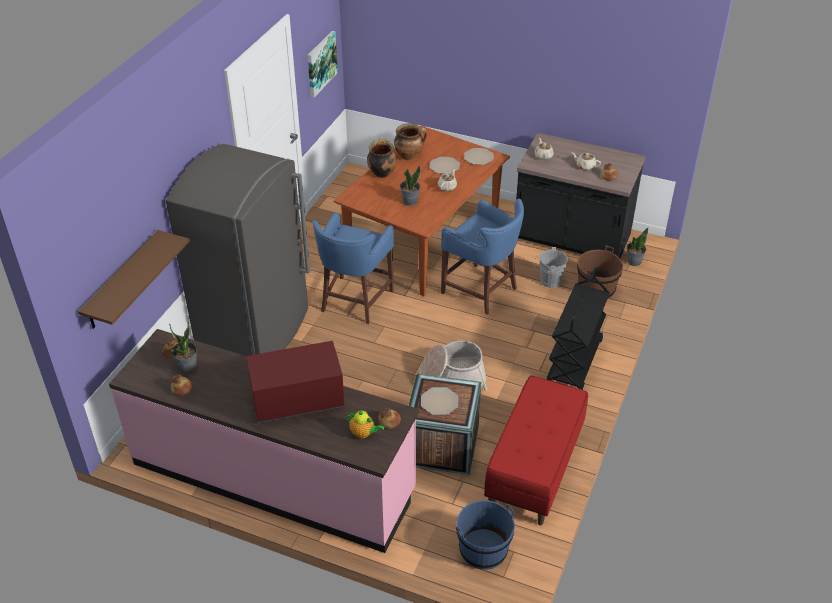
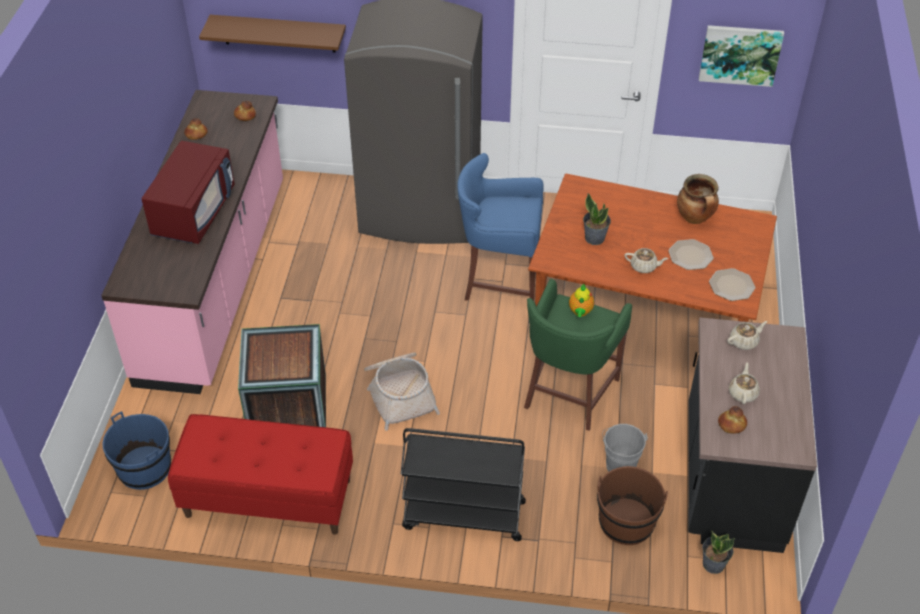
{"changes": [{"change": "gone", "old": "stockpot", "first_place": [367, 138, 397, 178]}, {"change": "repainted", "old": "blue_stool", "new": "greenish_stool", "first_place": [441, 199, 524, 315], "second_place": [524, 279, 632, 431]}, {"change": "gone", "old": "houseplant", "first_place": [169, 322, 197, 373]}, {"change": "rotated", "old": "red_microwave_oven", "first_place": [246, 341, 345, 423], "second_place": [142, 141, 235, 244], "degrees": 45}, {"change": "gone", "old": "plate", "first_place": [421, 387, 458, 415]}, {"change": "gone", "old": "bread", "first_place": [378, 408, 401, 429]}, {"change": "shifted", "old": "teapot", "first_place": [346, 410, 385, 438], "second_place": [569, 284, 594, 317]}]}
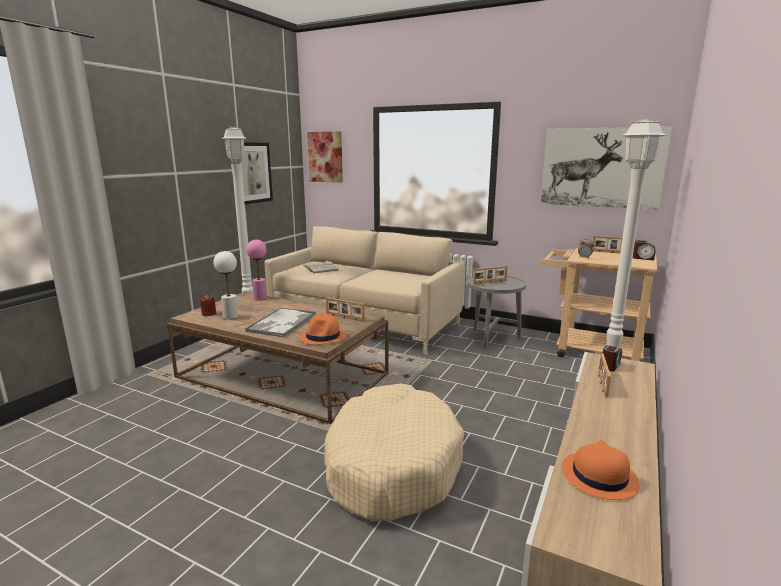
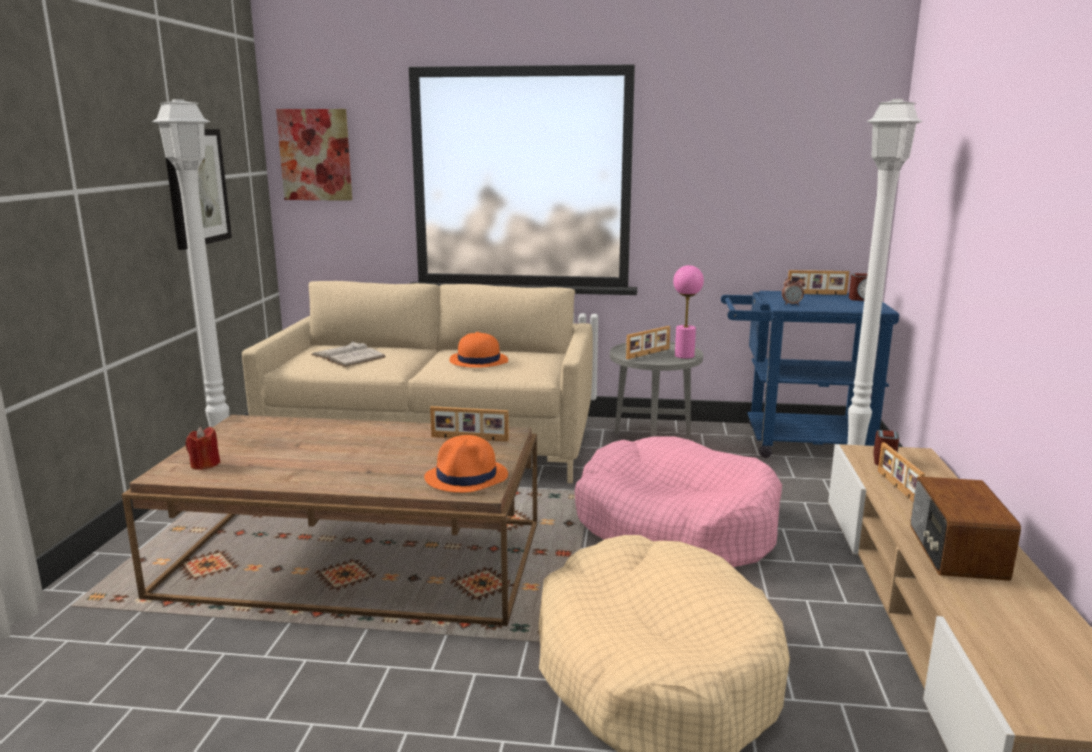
{"changes": [{"change": "gone", "old": "wall_picture", "first_place": [540, 127, 672, 210]}, {"change": "shifted", "old": "pink-coloured_lamp_for_a_table", "first_place": [246, 239, 267, 300], "second_place": [673, 265, 704, 359]}, {"change": "repainted", "old": "sand-coloured_wheeled_cart", "new": "blue_wheeled_cart", "first_place": [539, 248, 659, 361], "second_place": [721, 291, 899, 458]}, {"change": "gone", "old": "white-coloured_lamp_for_a_table", "first_place": [213, 251, 238, 319]}, {"change": "gone", "old": "serving_tray", "first_place": [245, 308, 316, 337]}, {"change": "shifted", "old": "orangey_clothing_hat", "first_place": [562, 440, 640, 500], "second_place": [449, 332, 508, 368]}, {"change": "new", "new": "pink-coloured_dog_cushion", "second_place": [574, 436, 782, 567]}, {"change": "new", "new": "radio", "second_place": [910, 476, 1021, 581]}]}
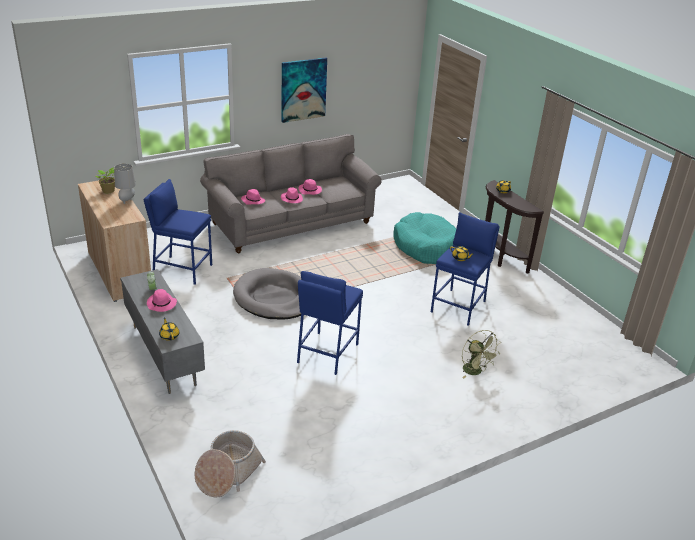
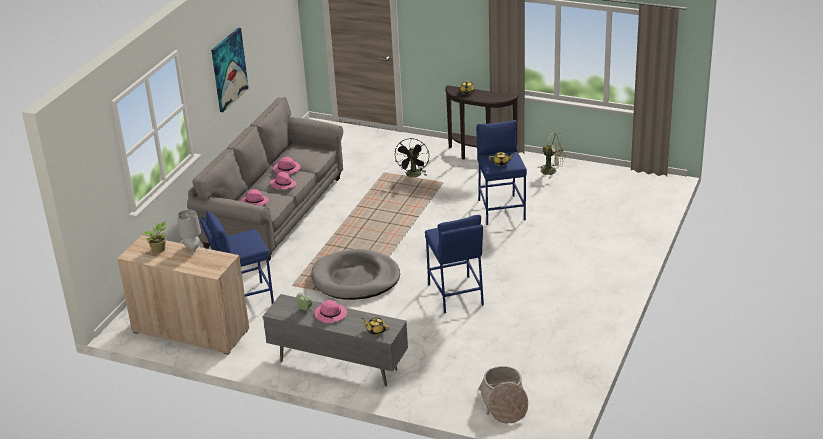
{"changes": [{"change": "swapped", "old": "turquoise-coloured_dog_cushion", "new": "black-coloured_electric_fan", "first_place": [393, 212, 456, 264], "second_place": [395, 138, 429, 177]}, {"change": "shifted", "old": "greenish_electric_fan", "first_place": [462, 330, 501, 378], "second_place": [538, 133, 566, 178]}]}
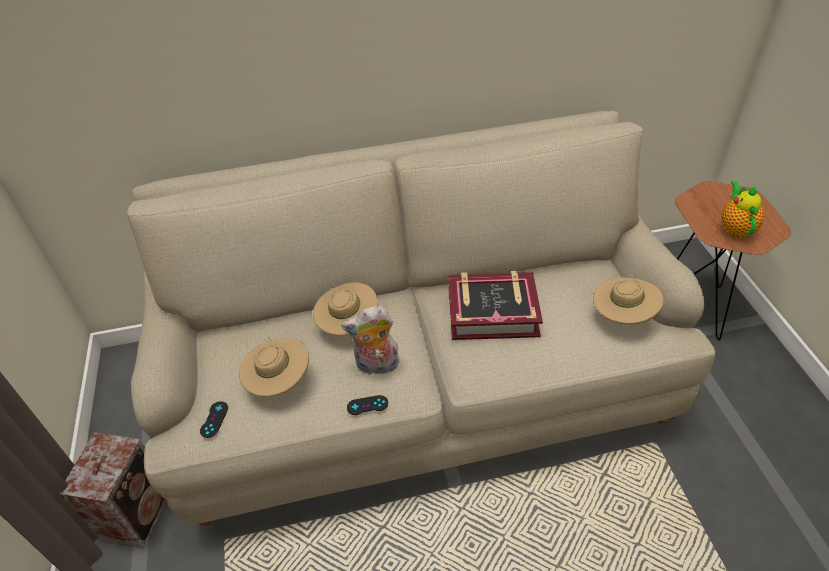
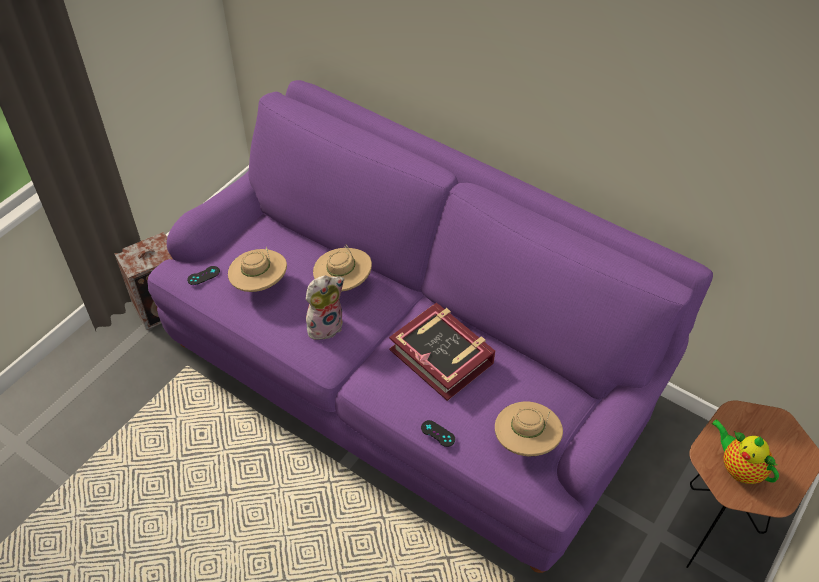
{"changes": [{"change": "repainted", "old": "sand-coloured_couch", "new": "purple_couch", "first_place": [127, 111, 715, 526], "second_place": [147, 80, 713, 573]}, {"change": "rotated", "old": "teapot", "first_place": [721, 181, 765, 238], "second_place": [711, 419, 779, 484], "degrees": -90}, {"change": "rotated", "old": "cuddly_toy", "first_place": [342, 306, 400, 377], "second_place": [306, 275, 344, 340], "degrees": 105}, {"change": "shifted", "old": "black-coloured_gamepad", "first_place": [347, 395, 388, 415], "second_place": [421, 420, 455, 447]}]}
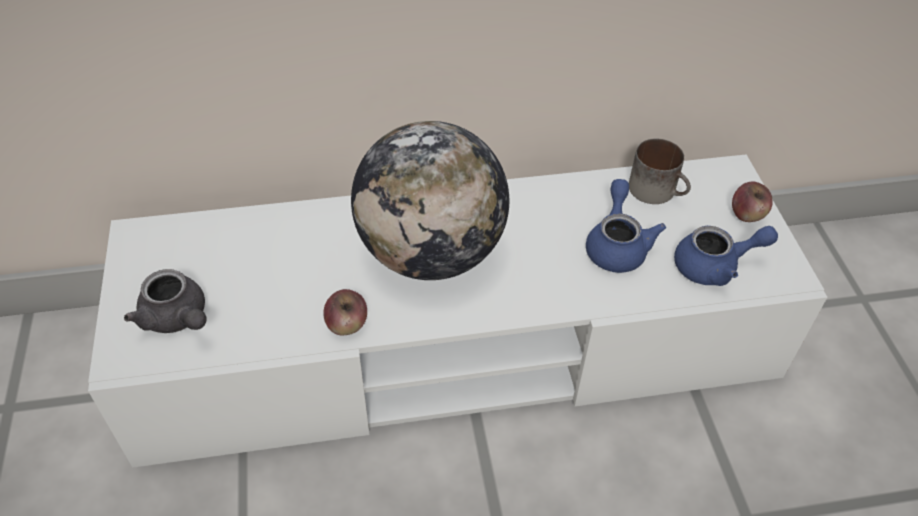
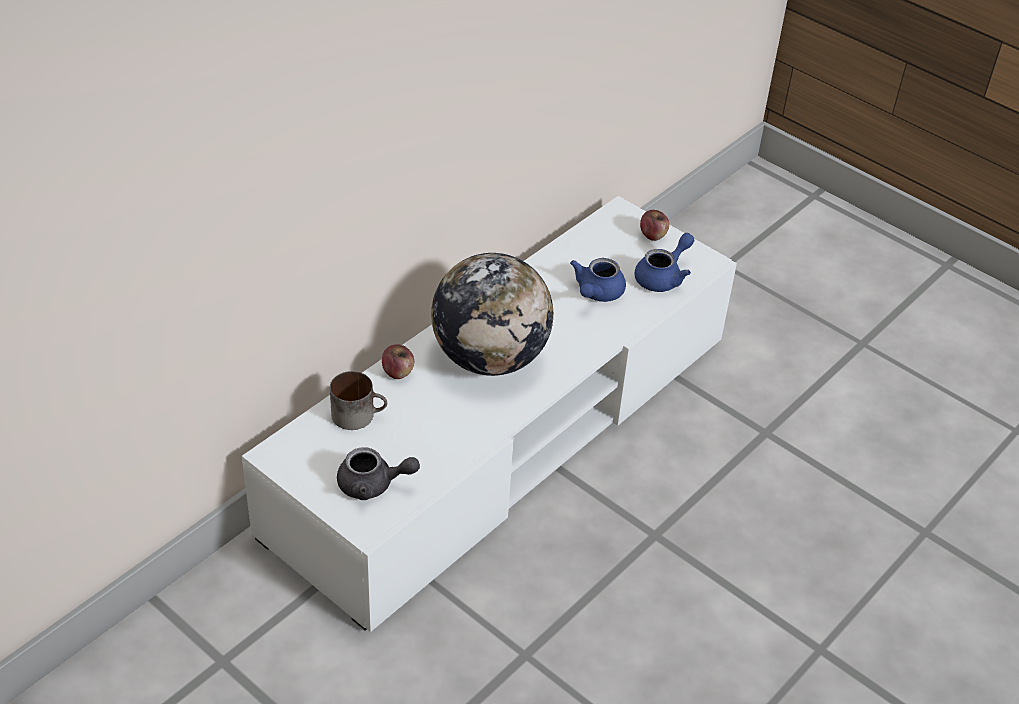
{"changes": [{"change": "shifted", "old": "mug", "first_place": [629, 139, 691, 204], "second_place": [330, 371, 387, 430]}, {"change": "rotated", "old": "blue_teapot", "first_place": [586, 179, 666, 273], "second_place": [570, 258, 626, 302], "degrees": -120}, {"change": "shifted", "old": "whole_apple", "first_place": [323, 289, 367, 336], "second_place": [382, 344, 414, 379]}]}
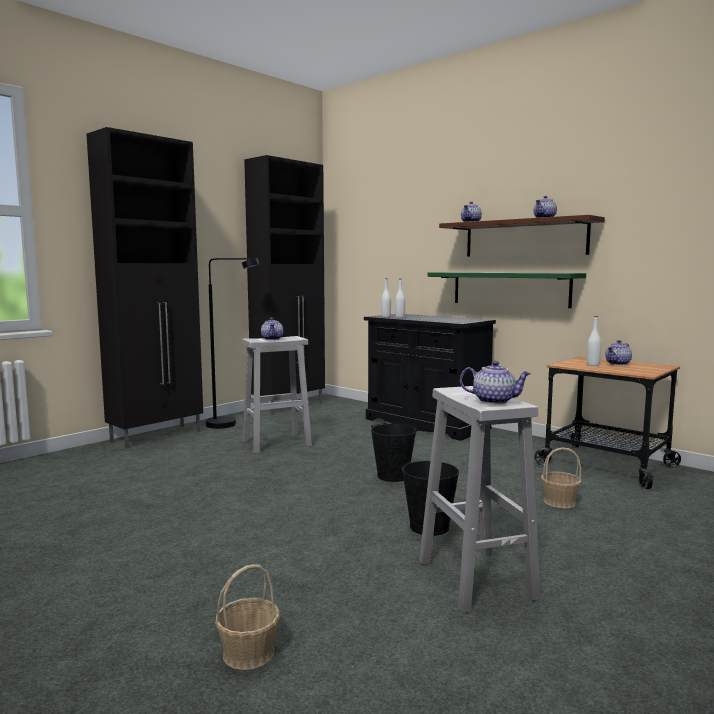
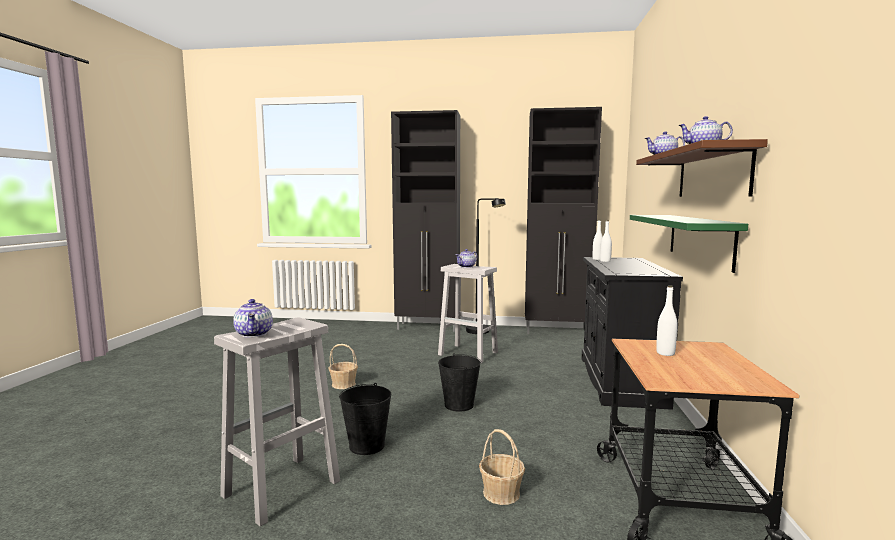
{"changes": [{"change": "gone", "old": "teapot", "first_place": [605, 340, 632, 365]}, {"change": "shifted", "old": "storage_basket", "first_place": [215, 564, 280, 670], "second_place": [328, 344, 358, 389]}]}
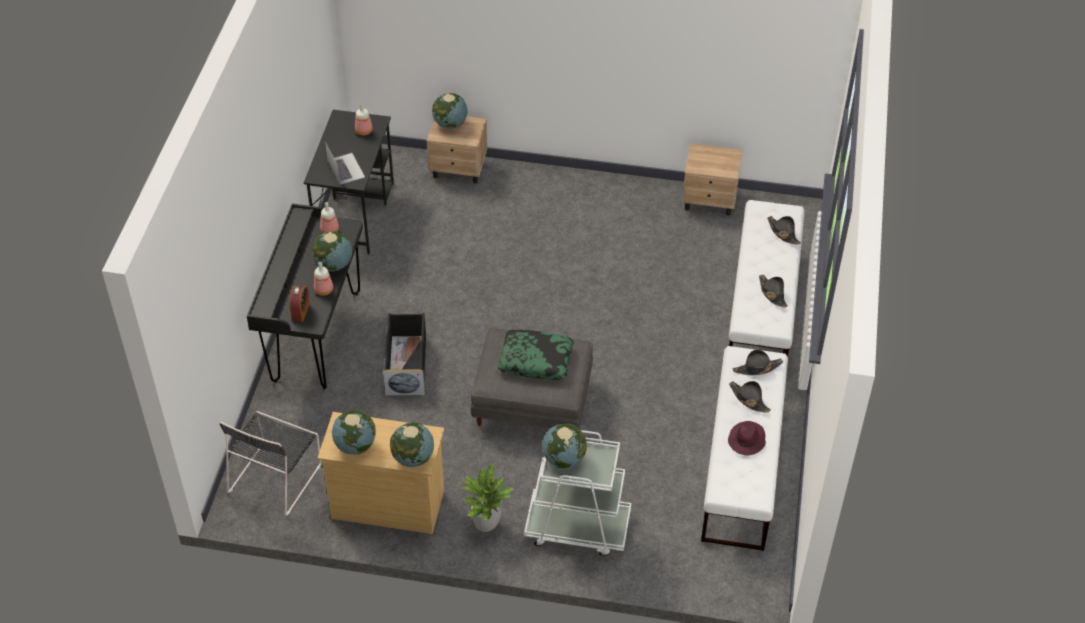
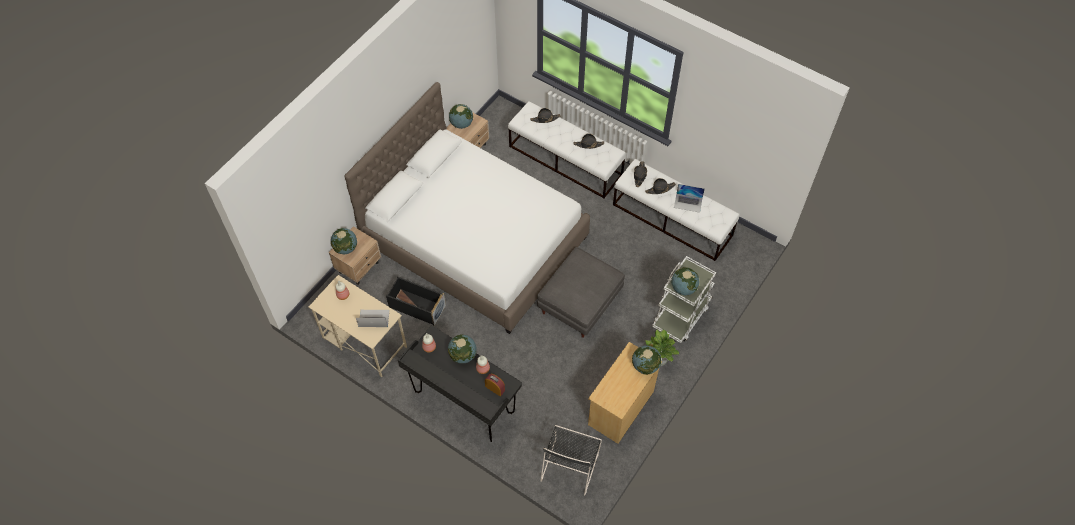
{"changes": [{"change": "repainted", "old": "black-coloured_desk_table", "new": "sand-coloured_desk_table", "first_place": [304, 110, 394, 254], "second_place": [309, 275, 407, 377]}, {"change": "shifted", "old": "black-coloured_storage_container", "first_place": [383, 313, 426, 396], "second_place": [386, 276, 446, 326]}, {"change": "gone", "old": "throw_pillow", "first_place": [498, 330, 574, 380]}, {"change": "shifted", "old": "world_globe", "first_place": [332, 410, 376, 455], "second_place": [449, 104, 473, 129]}, {"change": "rotated", "old": "black-coloured_chair", "first_place": [219, 411, 321, 516], "second_place": [540, 425, 602, 496], "degrees": 60}, {"change": "swapped", "old": "purple_clothing_hat", "new": "portable_computer", "first_place": [728, 421, 766, 455], "second_place": [674, 184, 705, 213]}, {"change": "new", "new": "white-coloured_sleeping_bed", "second_place": [344, 82, 590, 334]}]}
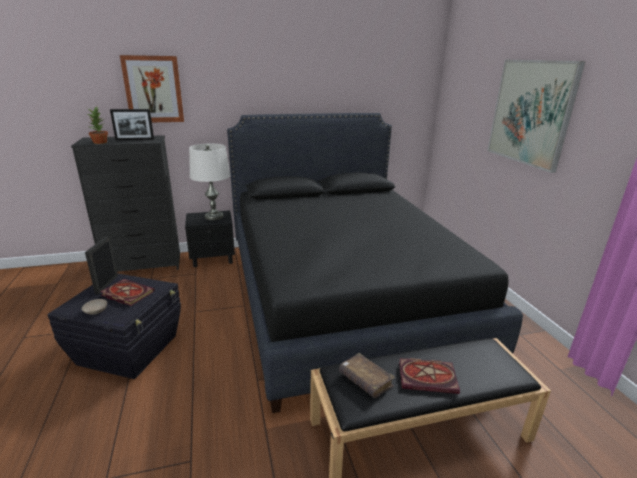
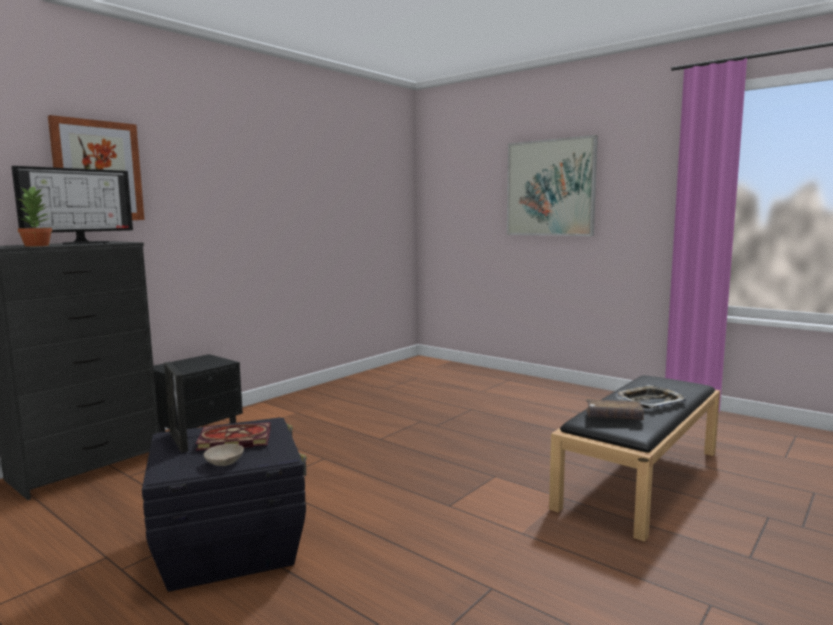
{"changes": [{"change": "swapped", "old": "photo_frame", "new": "computer_screen", "first_place": [110, 109, 154, 140], "second_place": [12, 166, 133, 244]}, {"change": "gone", "old": "black-coloured_sleeping_bed", "first_place": [227, 113, 523, 413]}, {"change": "gone", "old": "white-coloured_lamp_for_a_table", "first_place": [189, 144, 230, 220]}, {"change": "swapped", "old": "bound_book", "new": "serving_tray", "first_place": [399, 358, 460, 394], "second_place": [615, 385, 686, 408]}]}
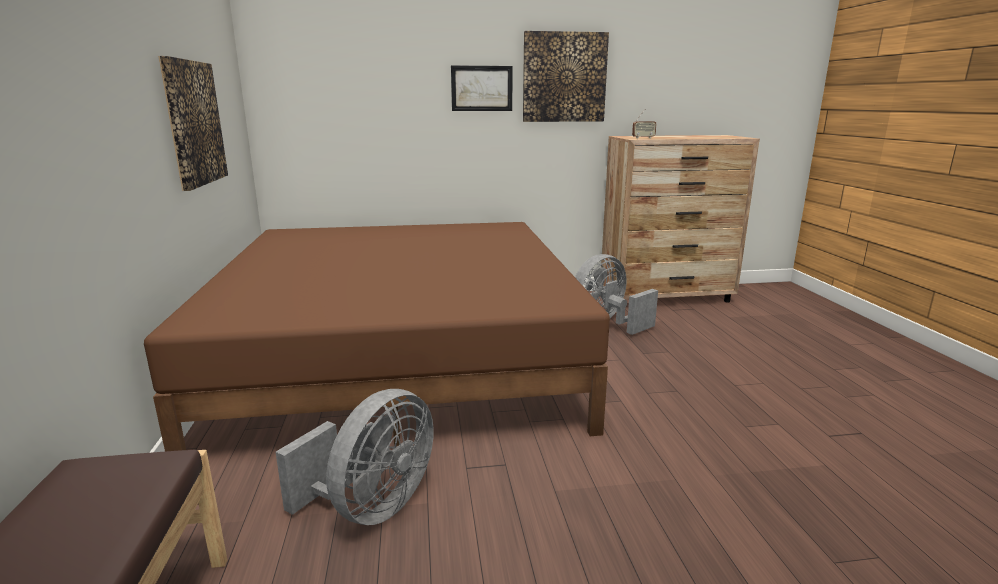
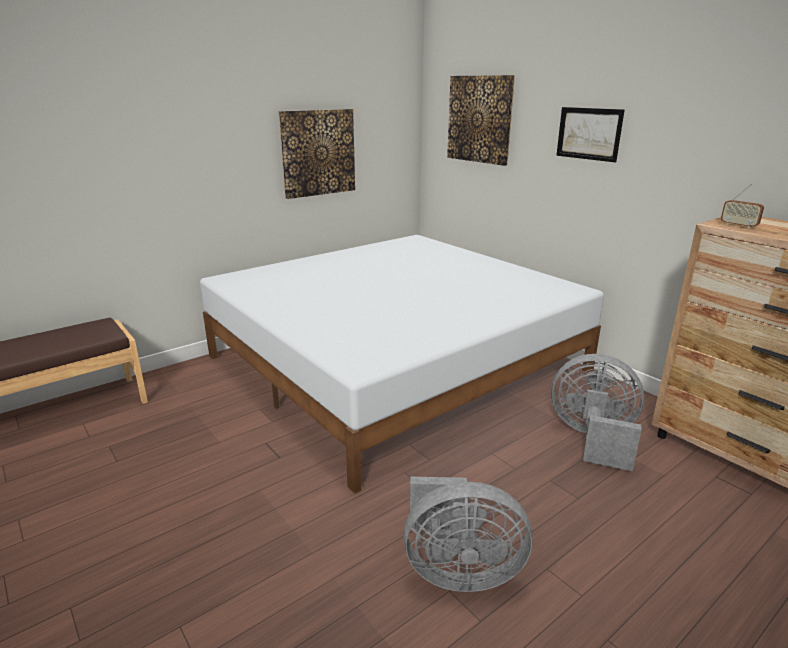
{"changes": [{"change": "shifted", "old": "wall_picture", "first_place": [523, 31, 609, 122], "second_place": [447, 75, 515, 166]}, {"change": "repainted", "old": "brown_sleeping_bed", "new": "white-coloured_sleeping_bed", "first_place": [144, 222, 610, 451], "second_place": [200, 235, 604, 494]}, {"change": "shifted", "old": "grey_electric_fan", "first_place": [276, 389, 434, 525], "second_place": [404, 477, 532, 592]}]}
